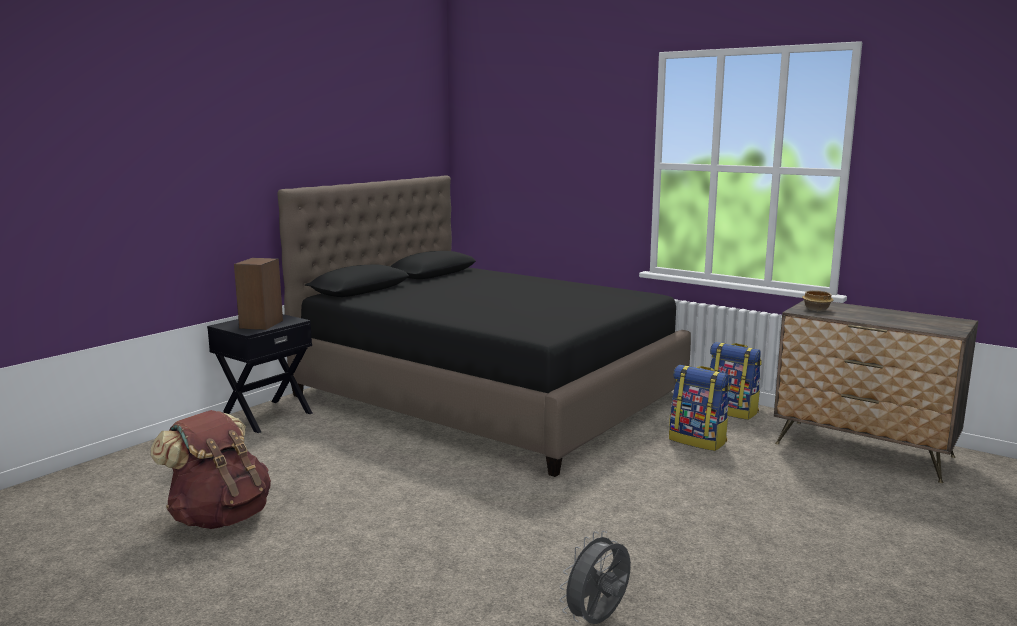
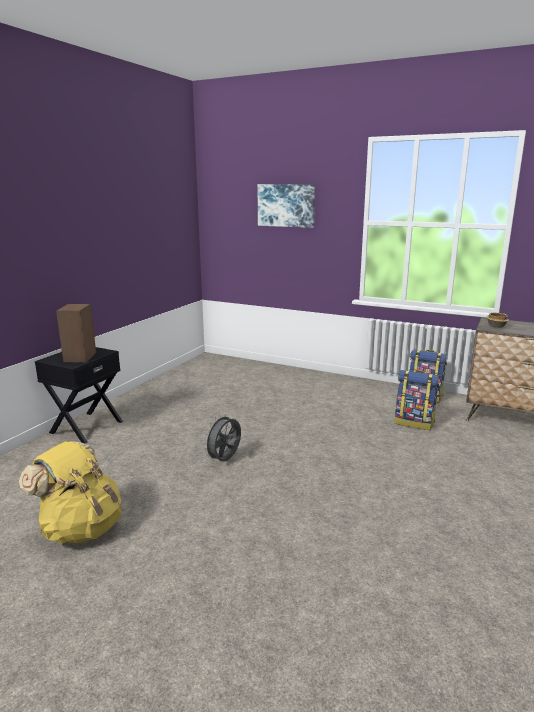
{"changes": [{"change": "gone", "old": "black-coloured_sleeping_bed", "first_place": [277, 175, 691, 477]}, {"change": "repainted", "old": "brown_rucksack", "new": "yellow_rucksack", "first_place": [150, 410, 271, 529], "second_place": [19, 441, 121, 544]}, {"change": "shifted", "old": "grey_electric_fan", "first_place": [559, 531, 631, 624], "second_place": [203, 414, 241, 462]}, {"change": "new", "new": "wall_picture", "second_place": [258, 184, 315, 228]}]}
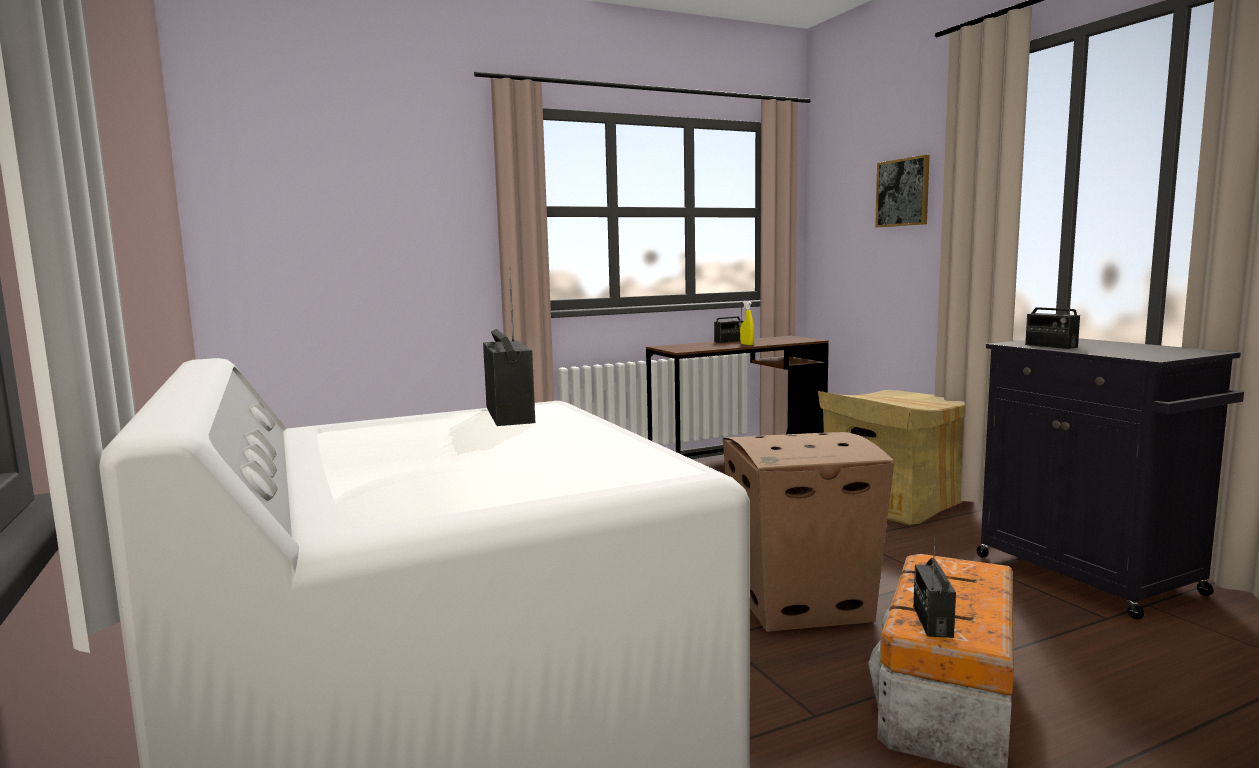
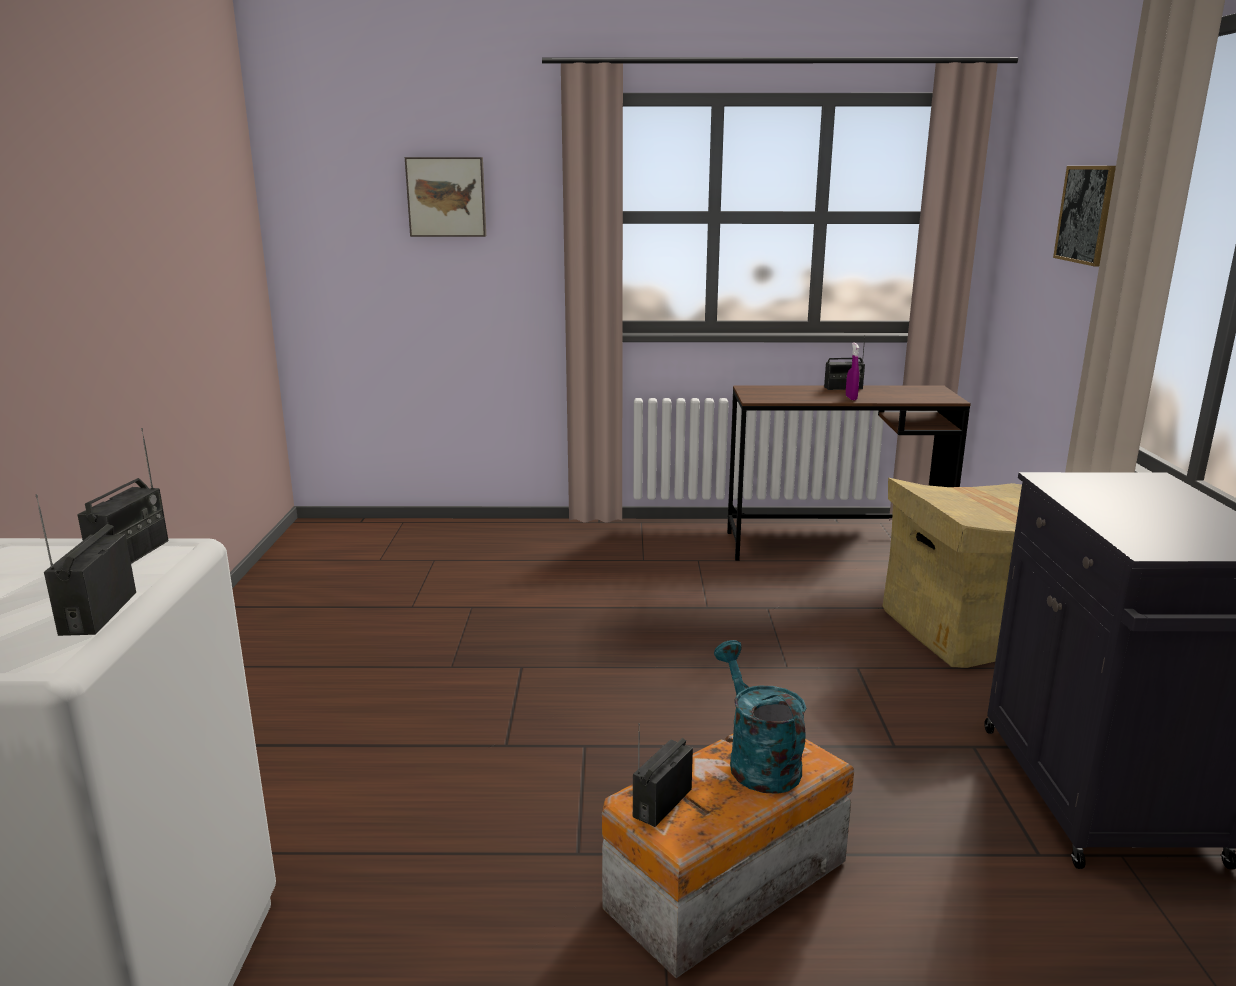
{"changes": [{"change": "shifted", "old": "radio", "first_place": [1025, 279, 1080, 349], "second_place": [36, 494, 136, 636]}, {"change": "repainted", "old": "yellow_hand_sprayer", "new": "purple_hand_sprayer", "first_place": [740, 301, 754, 345], "second_place": [846, 342, 859, 400]}, {"change": "gone", "old": "packing_box", "first_place": [723, 432, 894, 632]}, {"change": "new", "new": "wall_picture", "second_place": [405, 157, 486, 237]}, {"change": "new", "new": "turquoise-coloured_watering_can", "second_place": [714, 640, 807, 794]}]}
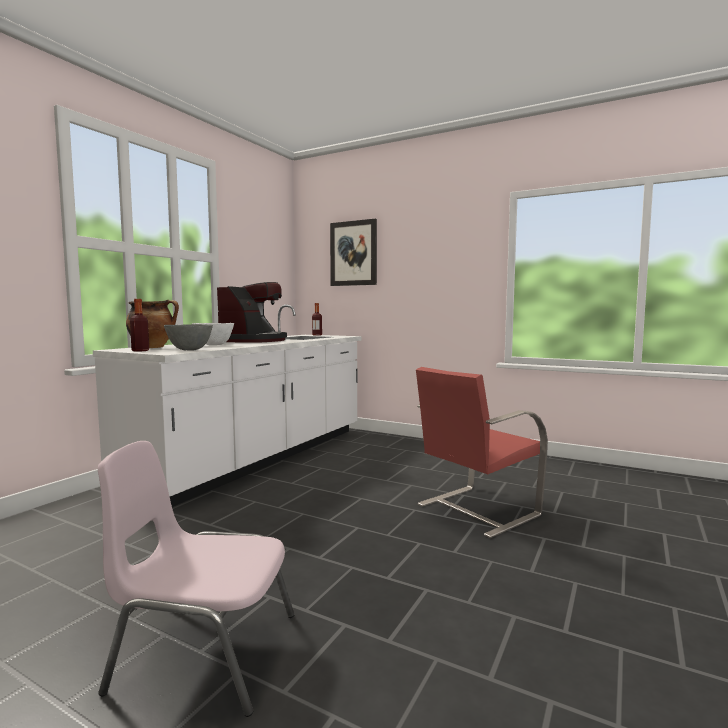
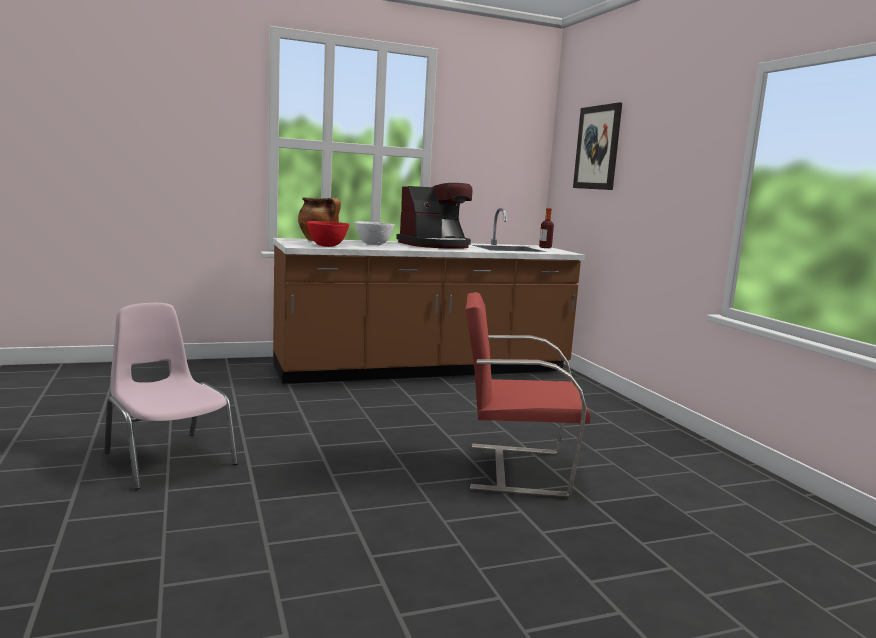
{"changes": [{"change": "gone", "old": "beverage_bottle", "first_place": [130, 299, 149, 352]}, {"change": "repainted", "old": "white-coloured_counter", "new": "brown_counter", "first_place": [93, 305, 361, 507], "second_place": [273, 208, 586, 384]}, {"change": "repainted", "old": "grey_bowl", "new": "red_bowl", "first_place": [164, 324, 213, 350], "second_place": [306, 221, 349, 247]}]}
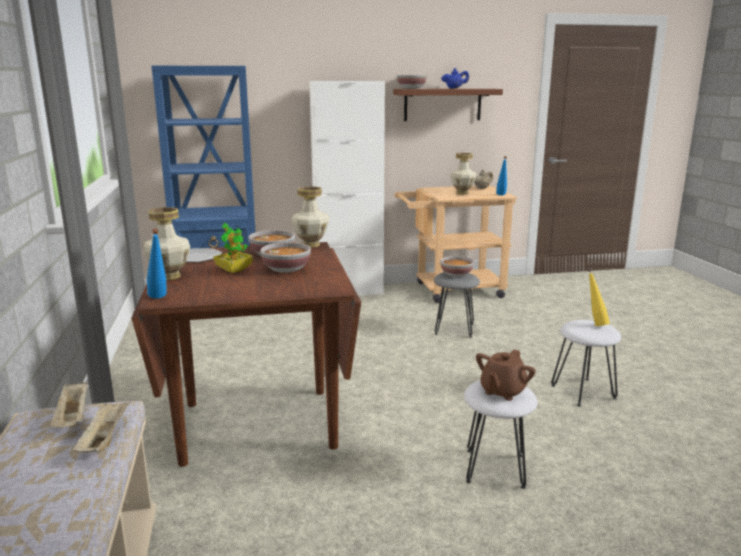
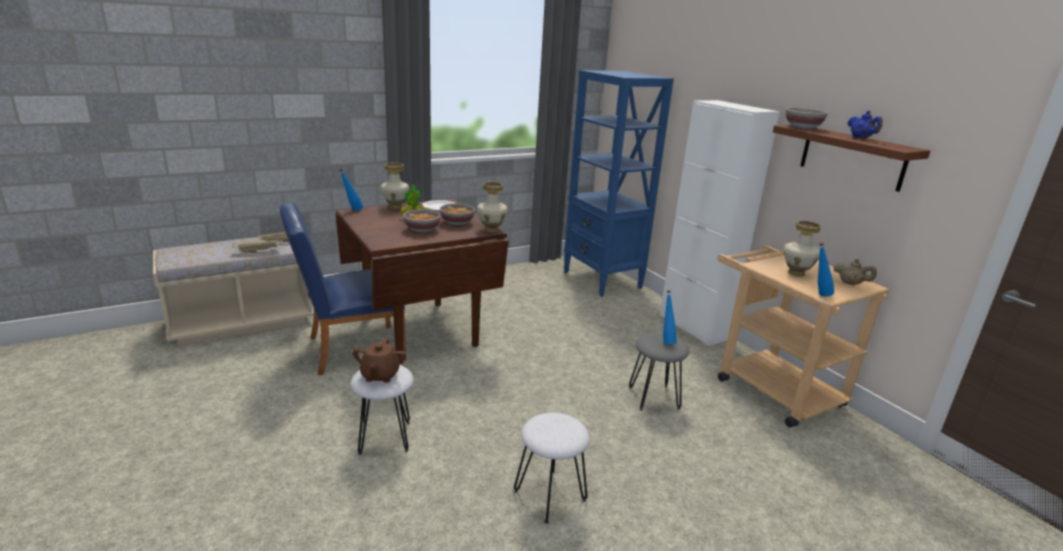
{"changes": [{"change": "swapped", "old": "bowl", "new": "blue_beverage_bottle", "first_place": [440, 256, 474, 277], "second_place": [663, 291, 676, 344]}, {"change": "gone", "old": "yellow_beverage_bottle", "first_place": [588, 269, 610, 326]}, {"change": "rotated", "old": "brown_teapot", "first_place": [476, 349, 536, 401], "second_place": [352, 338, 406, 383], "degrees": -105}, {"change": "new", "new": "blue_chair", "second_place": [280, 203, 406, 375]}]}
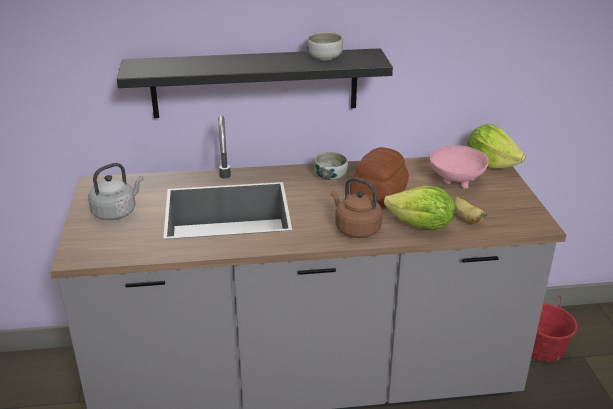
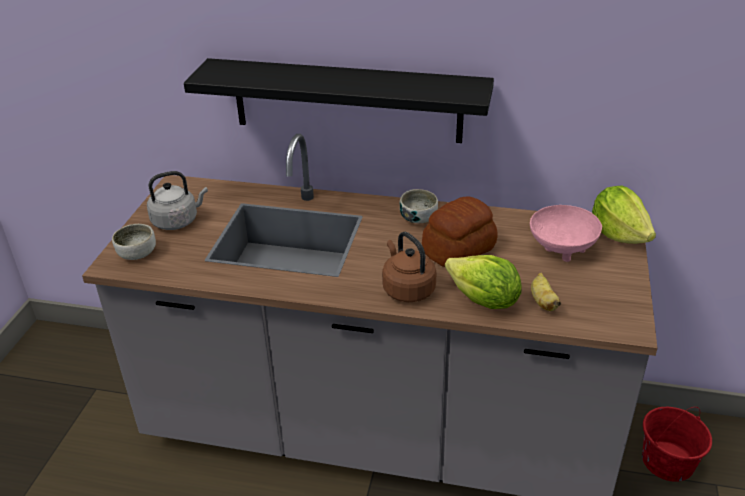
{"changes": [{"change": "shifted", "old": "bowl", "first_place": [307, 32, 343, 61], "second_place": [112, 224, 156, 260]}]}
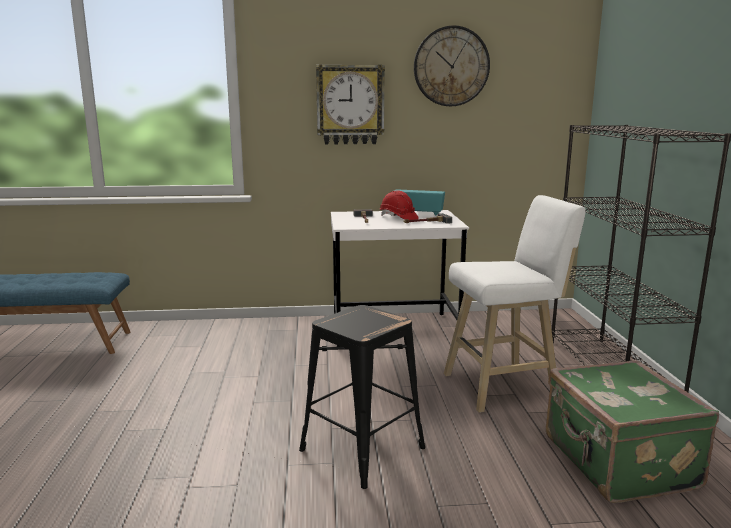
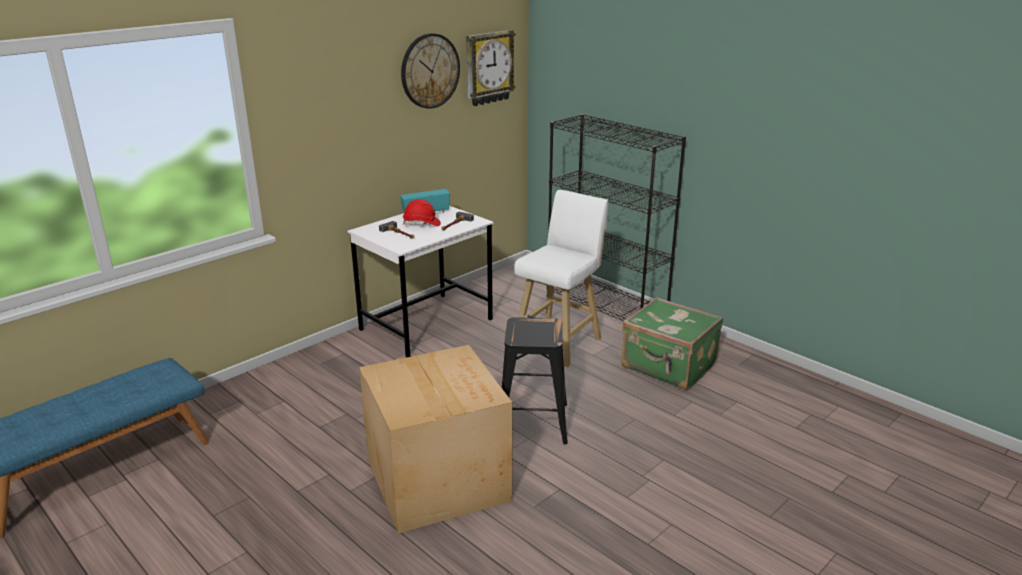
{"changes": [{"change": "shifted", "old": "hanging_clock", "first_place": [316, 64, 385, 145], "second_place": [466, 30, 516, 106]}, {"change": "new", "new": "packing_box", "second_place": [359, 345, 513, 533]}]}
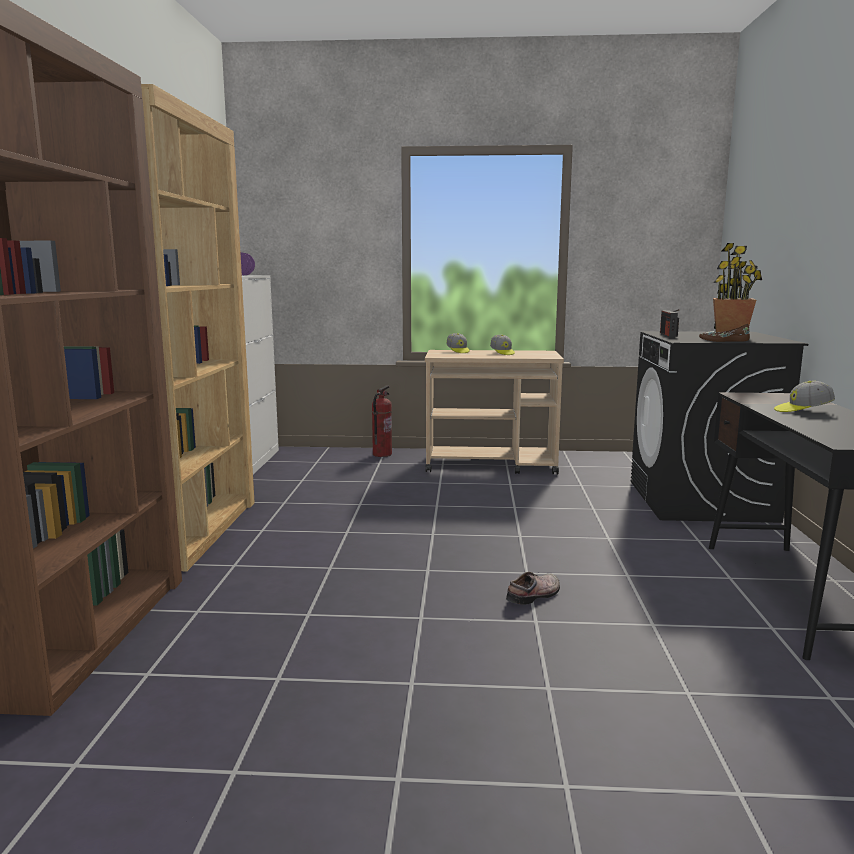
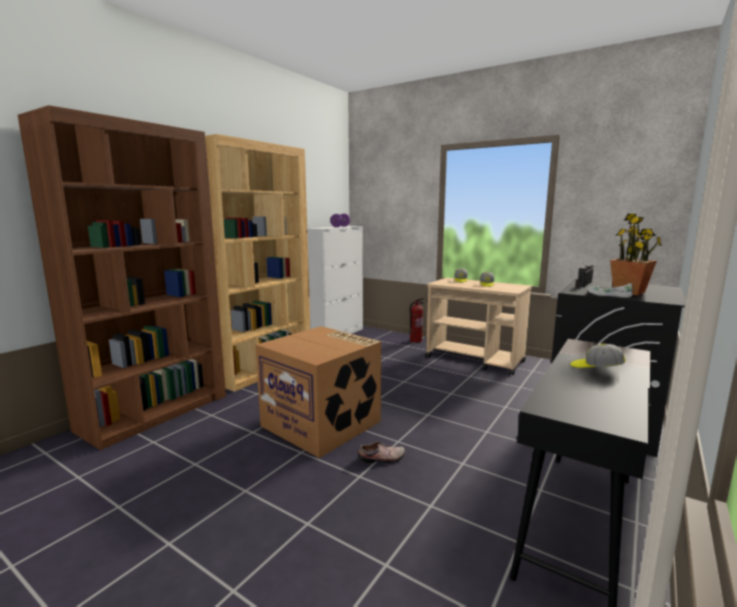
{"changes": [{"change": "repainted", "old": "brown_item_of_footwear", "new": "white-coloured_item_of_footwear", "first_place": [699, 324, 750, 342], "second_place": [587, 283, 633, 298]}, {"change": "new", "new": "packing_box", "second_place": [256, 326, 381, 458]}]}
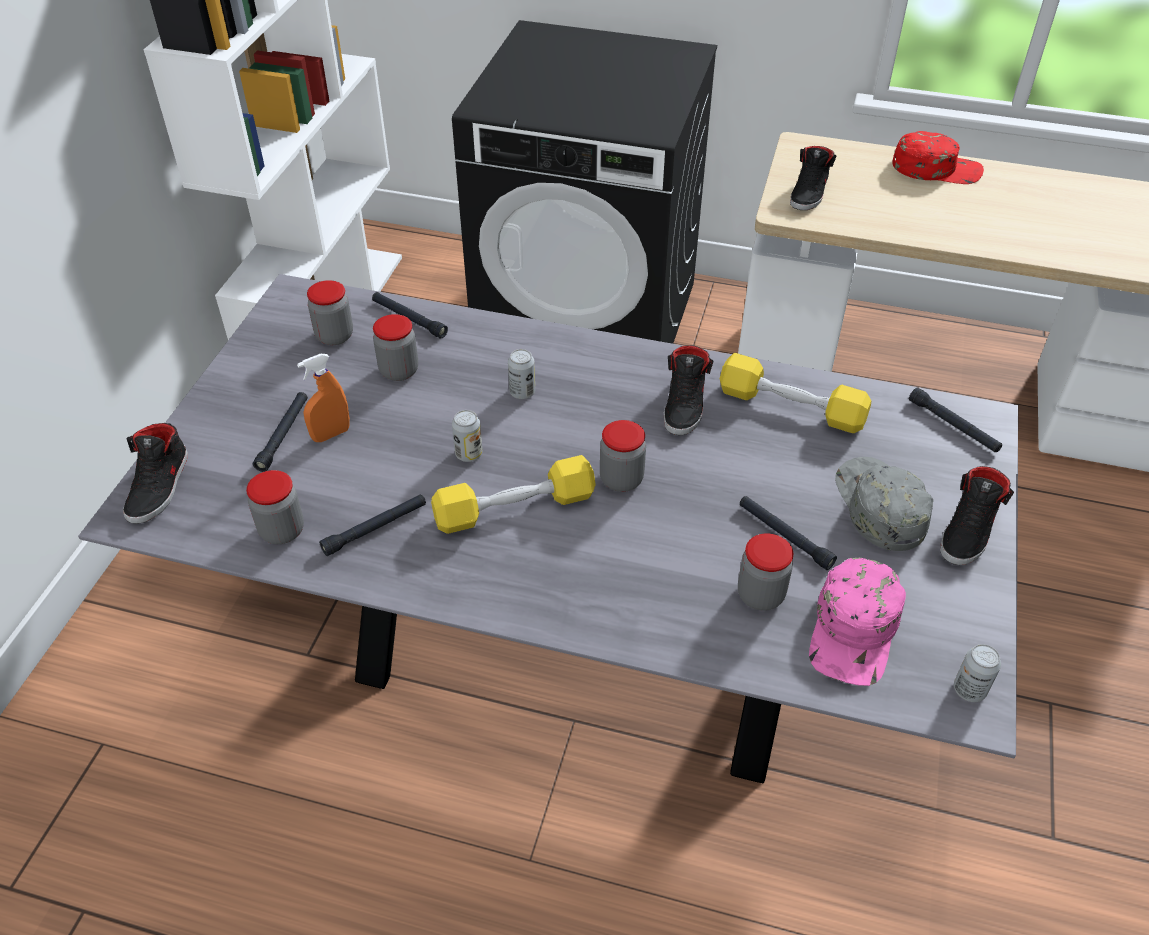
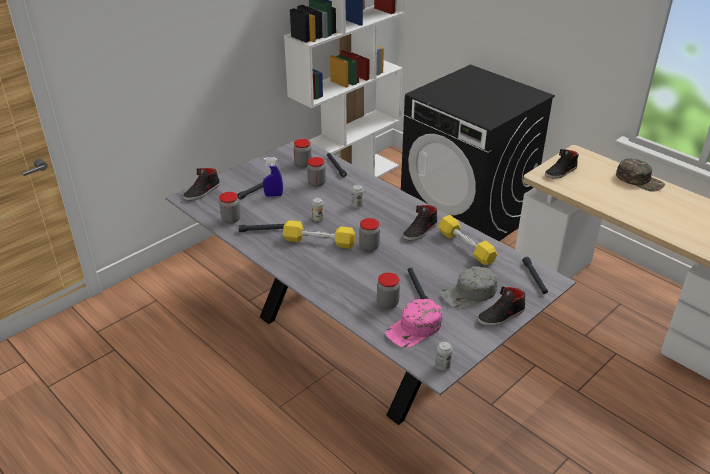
{"changes": [{"change": "repainted", "old": "red_cap", "new": "greenish_cap", "first_place": [892, 131, 984, 184], "second_place": [616, 158, 665, 192]}, {"change": "repainted", "old": "orangey_hand_sprayer", "new": "blue_hand_sprayer", "first_place": [297, 354, 350, 442], "second_place": [263, 157, 283, 197]}, {"change": "rotated", "old": "grey_cap", "first_place": [835, 457, 934, 551], "second_place": [440, 266, 497, 308], "degrees": -135}]}
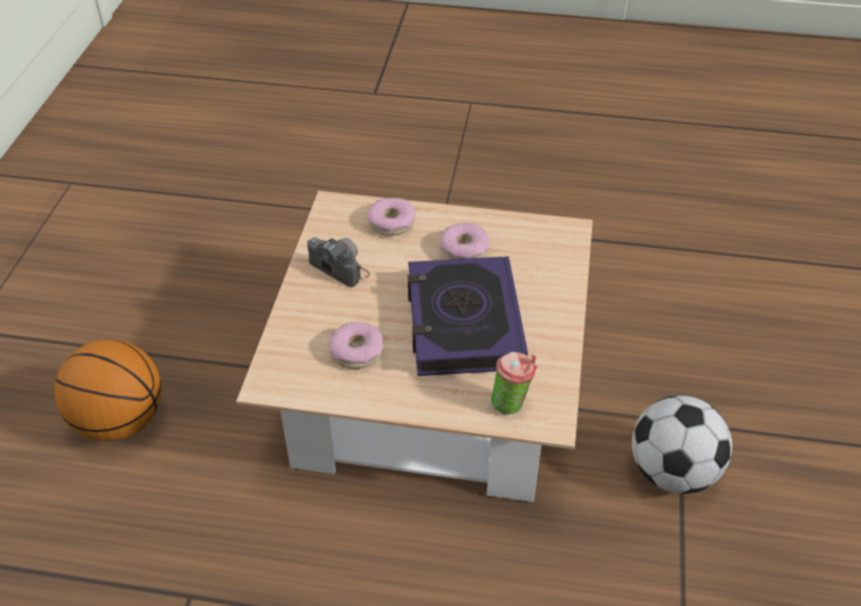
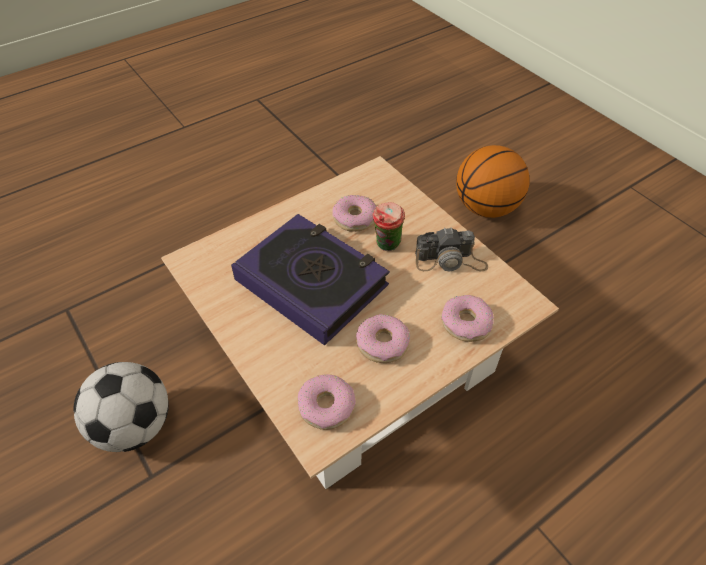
{"changes": [{"change": "shifted", "old": "cup", "first_place": [491, 352, 538, 415], "second_place": [373, 202, 405, 251]}, {"change": "new", "new": "donut", "second_place": [298, 374, 356, 430]}]}
